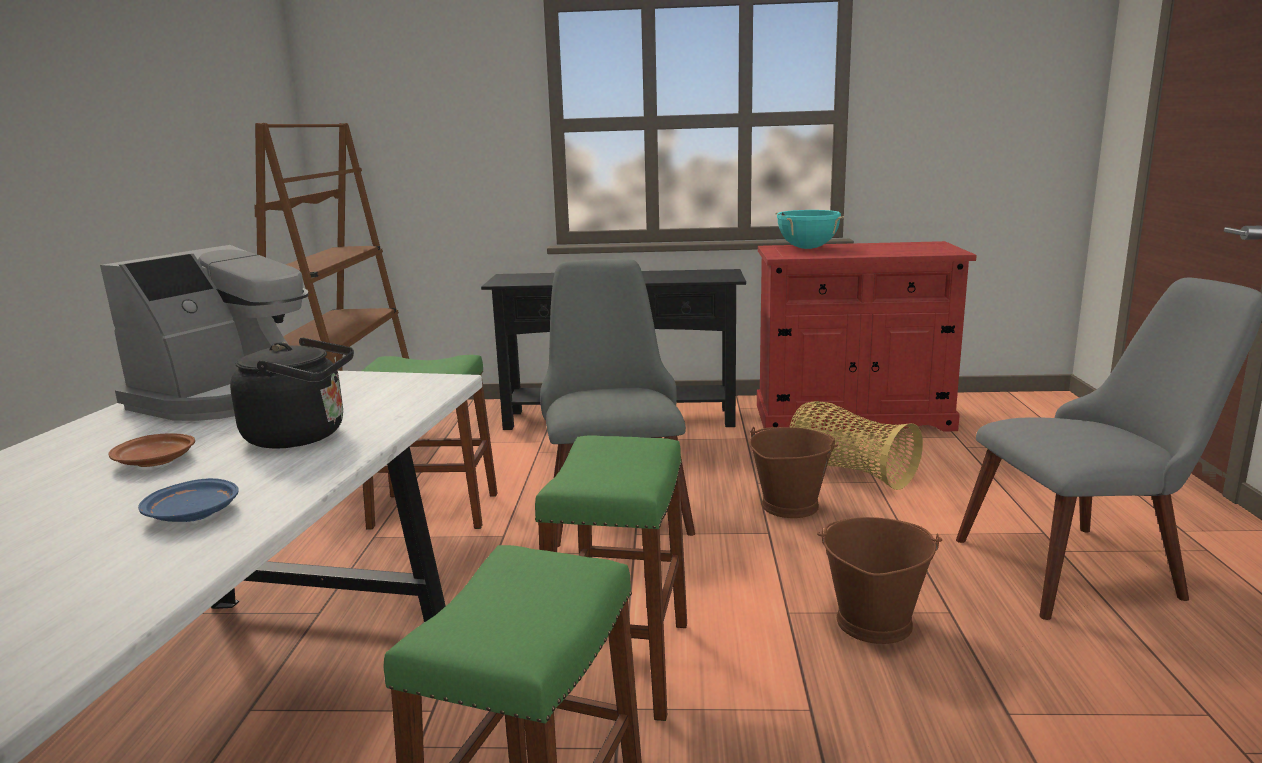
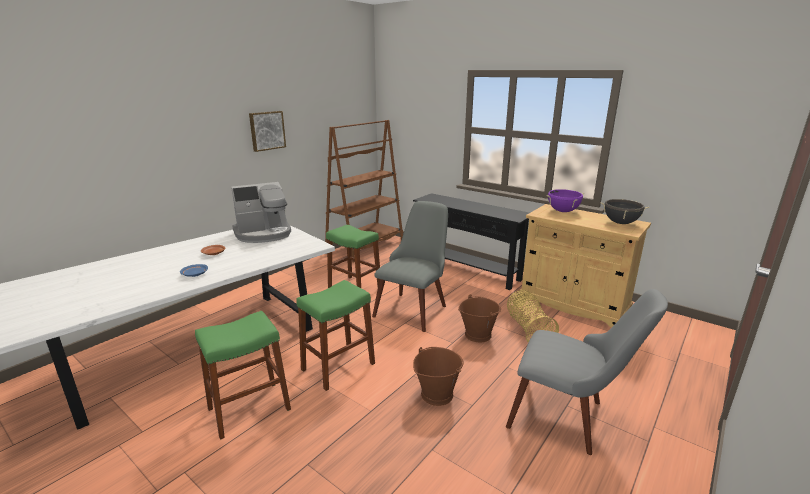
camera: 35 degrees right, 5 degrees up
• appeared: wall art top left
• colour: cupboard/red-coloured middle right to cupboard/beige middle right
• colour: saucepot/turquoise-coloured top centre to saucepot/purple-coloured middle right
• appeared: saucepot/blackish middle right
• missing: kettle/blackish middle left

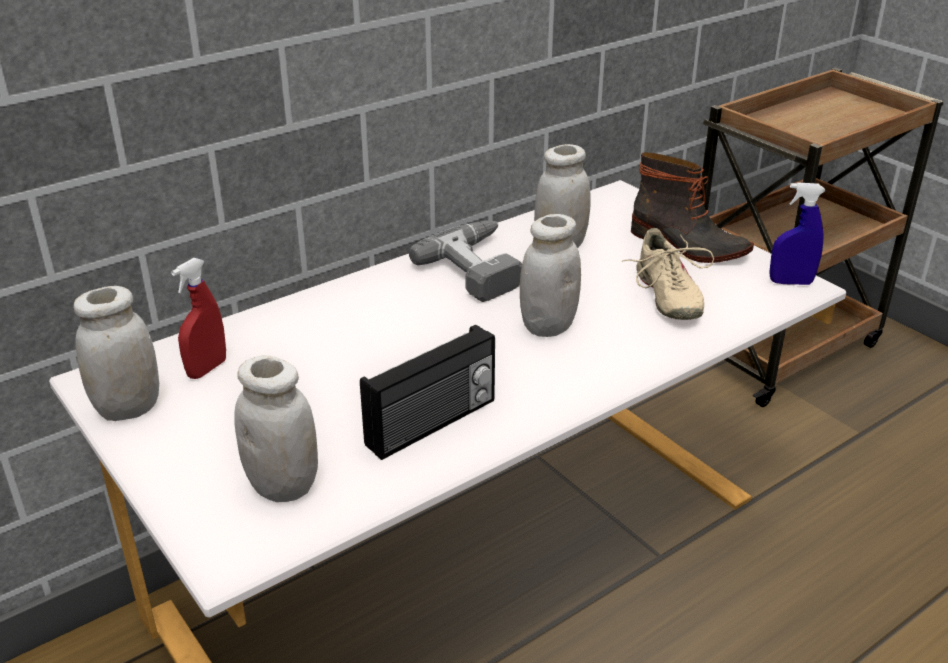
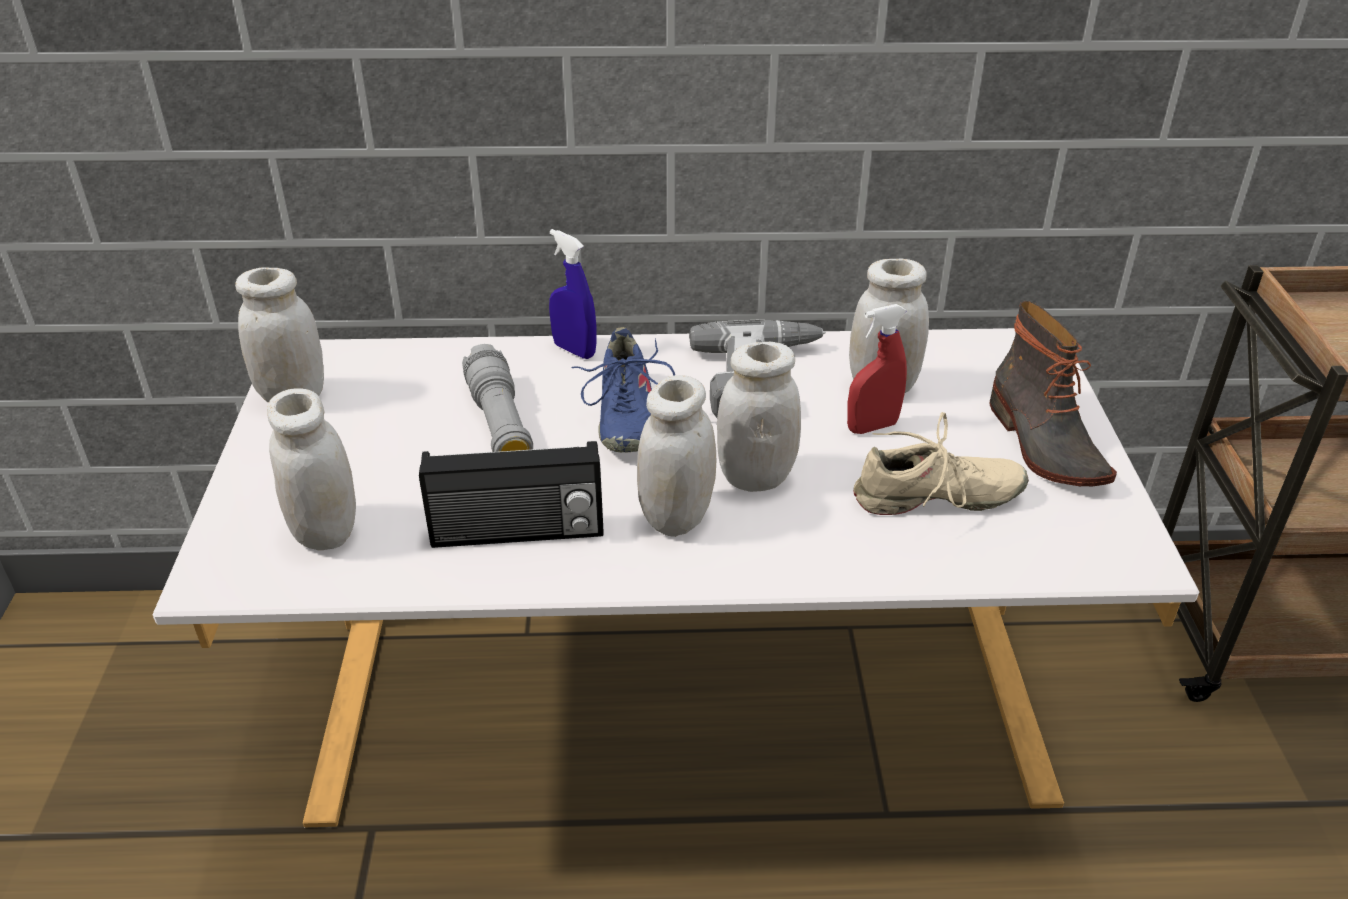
camera: 35 degrees right, 5 degrees up
• appeared: hand torch/greyish centre
• relocated: spray bottle/blue-coloured middle right to top centre
• appeared: shoe/blue-coloured centre
• appeared: jar/white (no. 3 from left) centre
• relocated: spray bottle/red-coloured middle left to centre
• spun: shoe/beige middle right = middle right 120 degrees counterclockwise

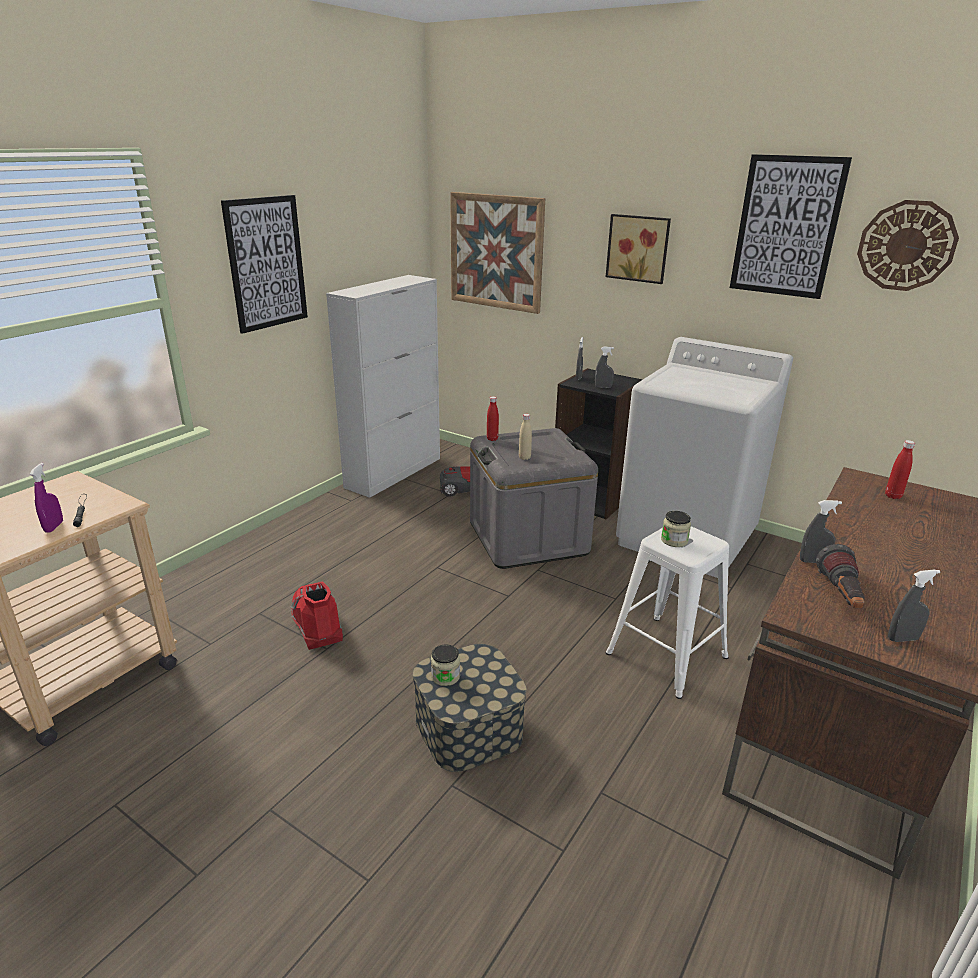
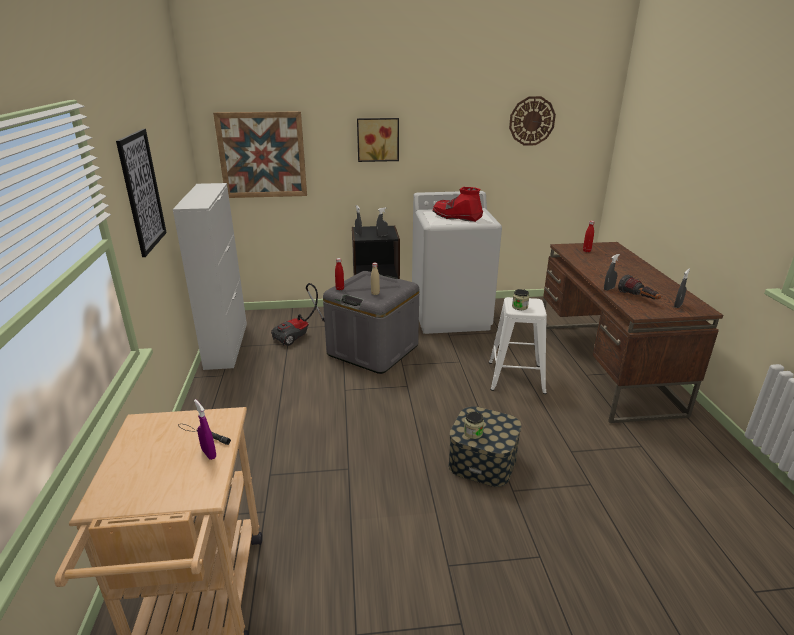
camera: 40 degrees left, 0 degrees up
• relocated: high-top boot/red-coloured middle left to top centre
• missing: wall art (no. 4 from left) top right

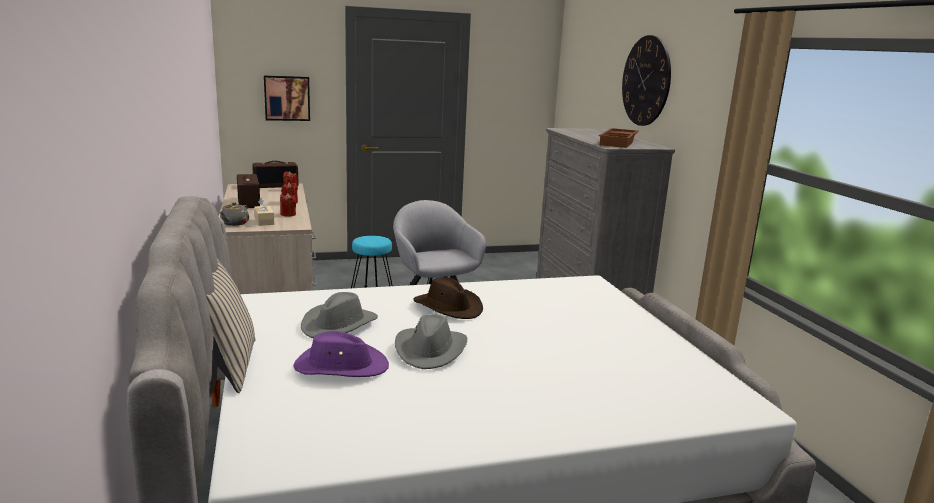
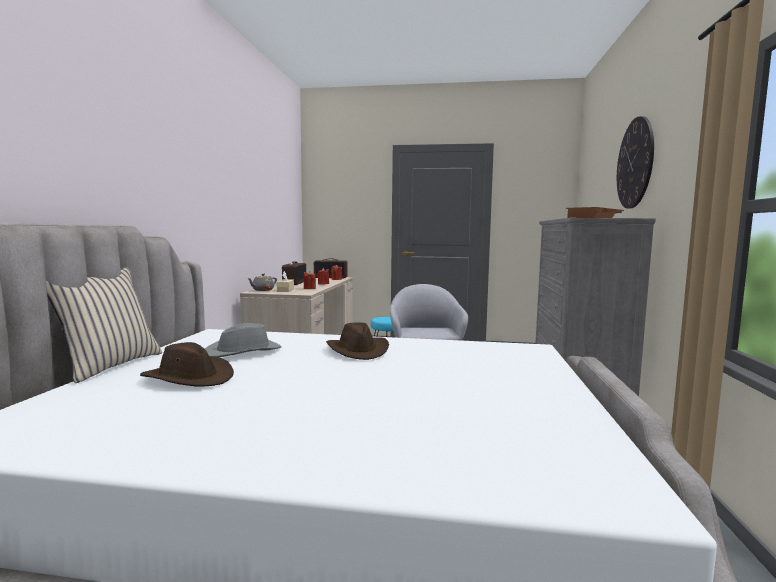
camera: 25 degrees right, 10 degrees down
• colour: wearable hat/purple-coloured bottom centre to wearable hat/brown-coloured (no. 1 from left) middle left
• missing: wall art top left
• missing: wearable hat/greyish (no. 2 from left) bottom centre

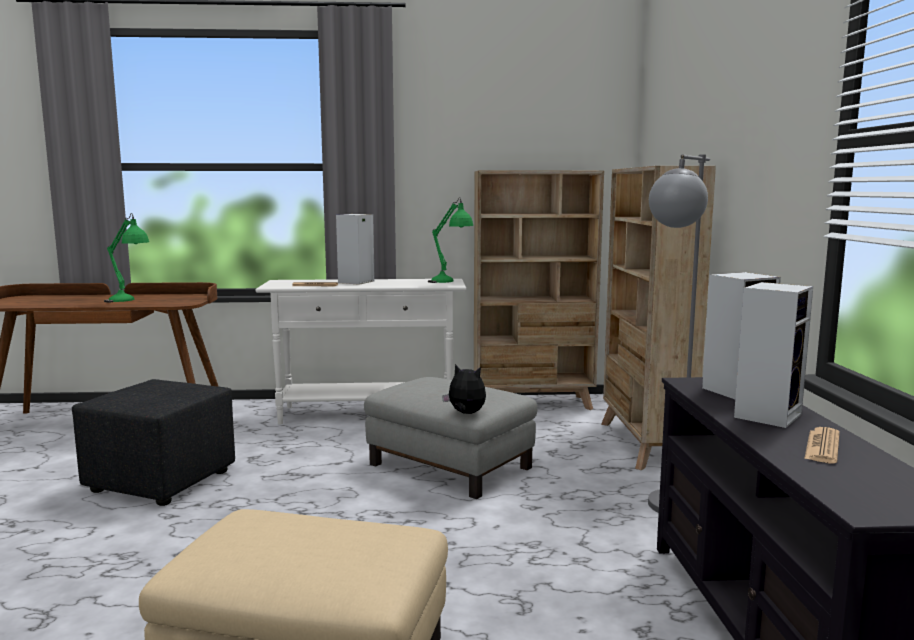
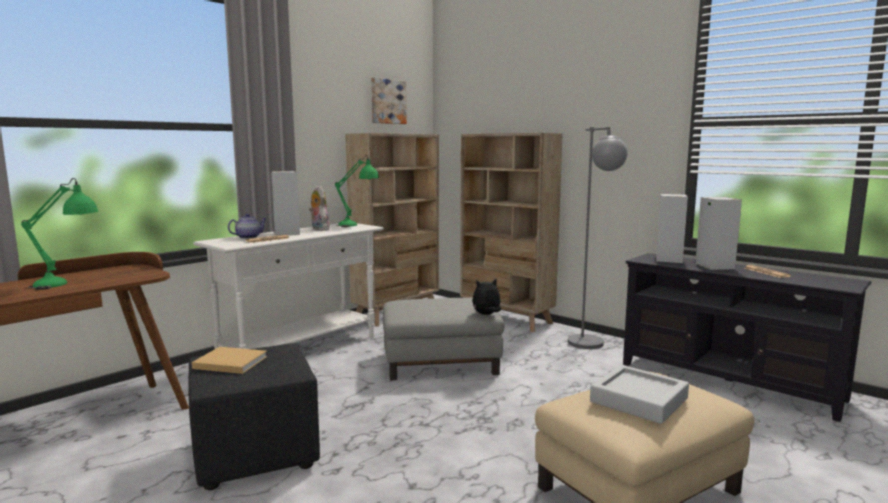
camera: 45 degrees left, 0 degrees up
• appeared: book/beige bottom left
• appeared: teapot middle left
• appeared: plush toy (no. 1 from left) centre
• appeared: wall art top centre
• appeared: serving tray/greyish bottom right

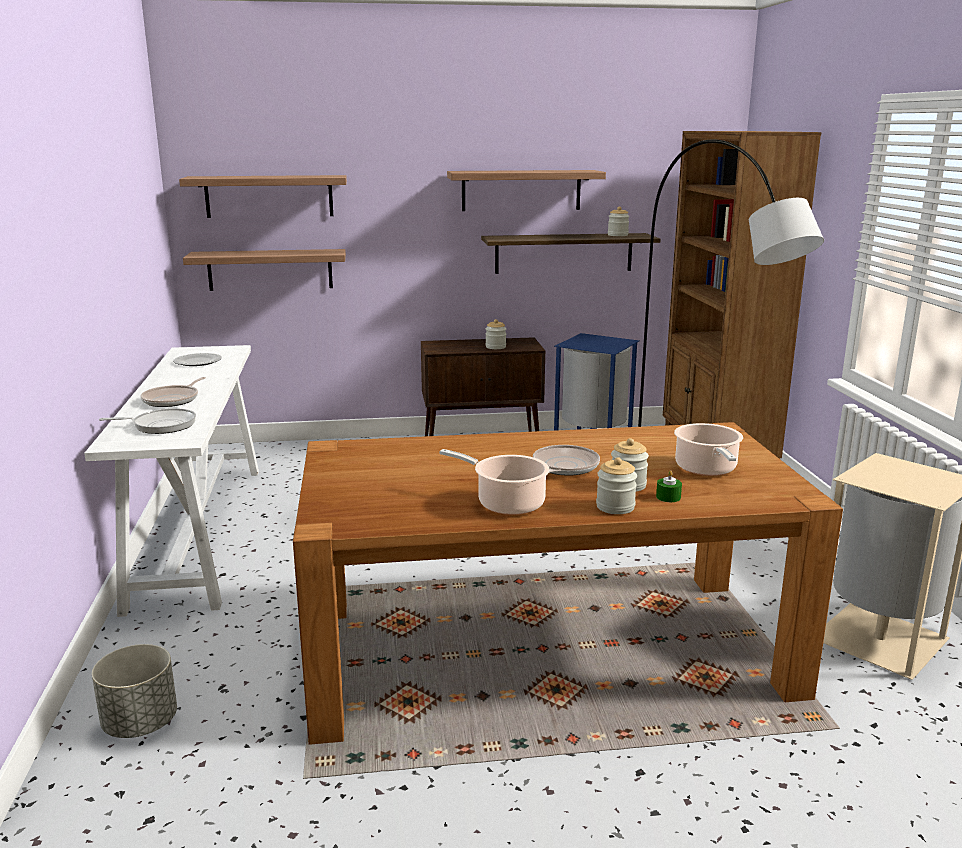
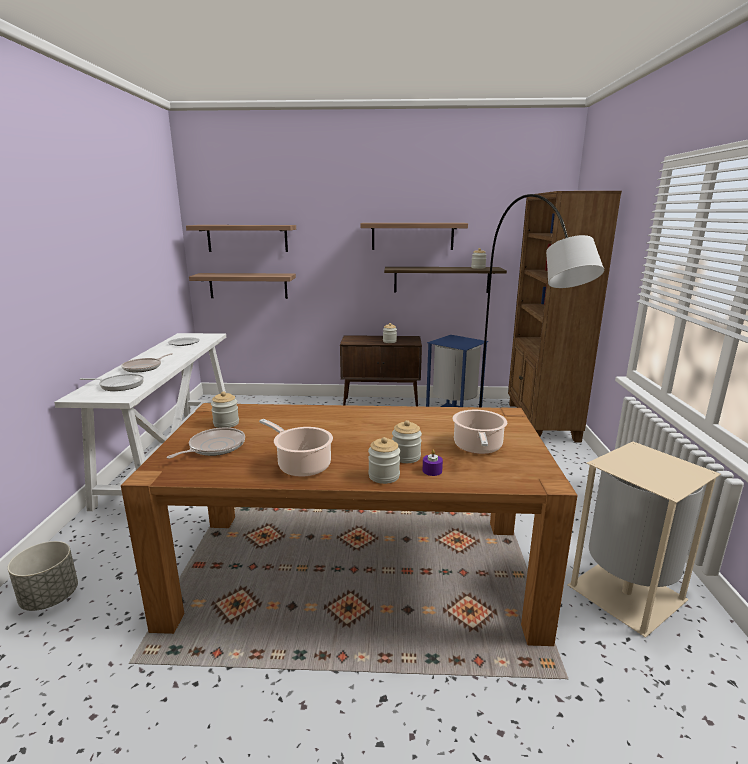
camera: 10 degrees right, 0 degrees up
• relocated: pan (no. 3 from left) centre to middle left
• appeared: jar (no. 1 from left) middle left
• colour: wax candle/green-coloured middle right to wax candle/purple-coloured centre

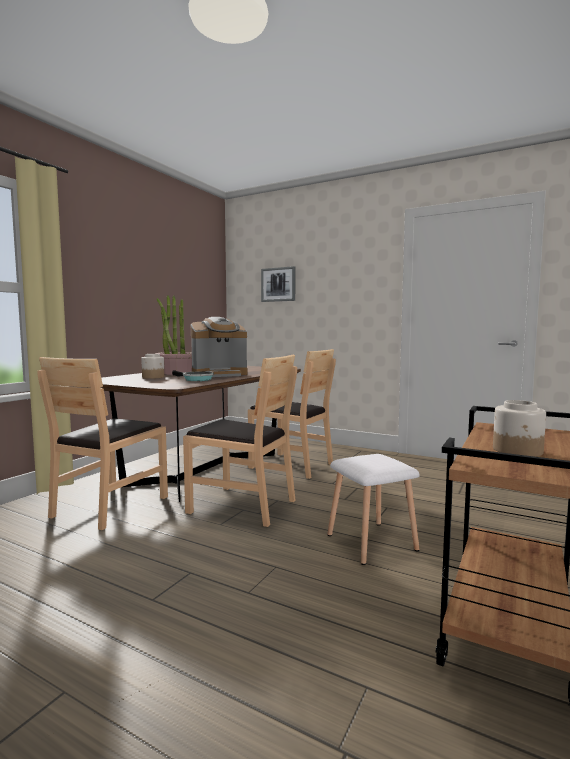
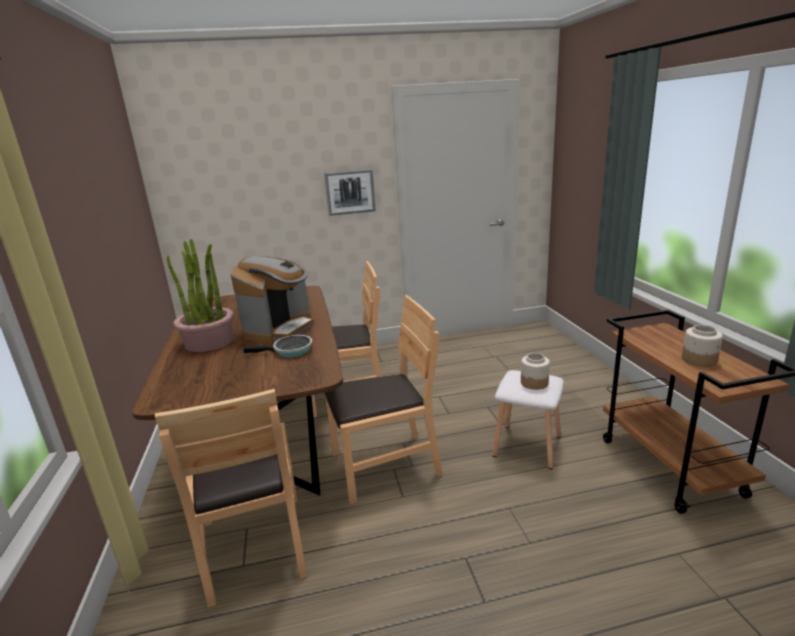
camera: 40 degrees left, 15 degrees up
• relocated: wall art centre to top centre
• relocated: jar (no. 1 from left) middle left to middle right

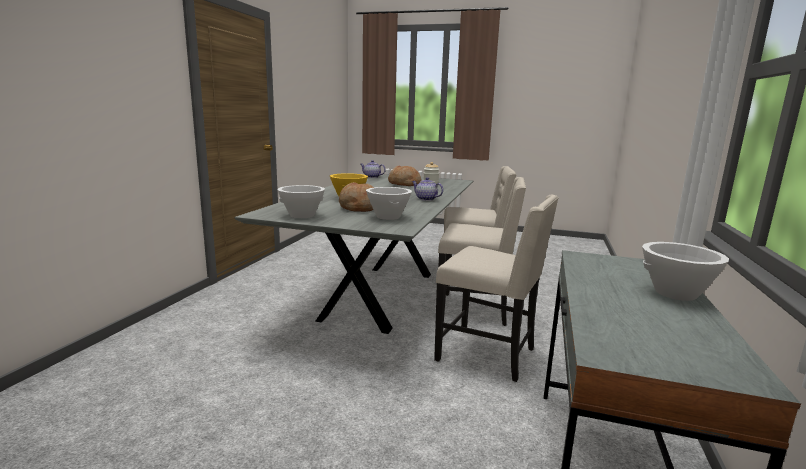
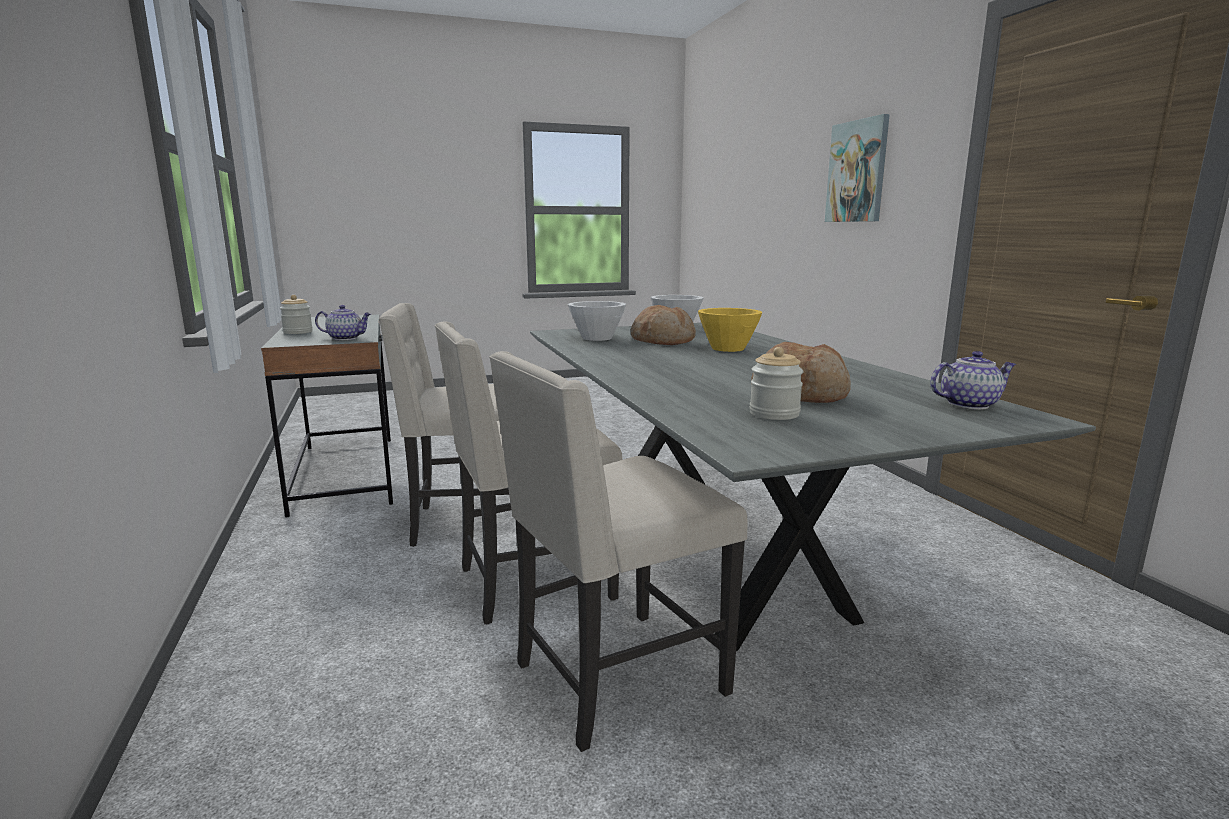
camera: 145 degrees right, 0 degrees up
• exchanged: deep dish/white (no. 3 from left) middle right to jar (no. 1 from left) middle left
• relocated: teapot (no. 2 from left in the first image) centre to teapot (no. 1 from left) middle left
• appeared: wall art top right

